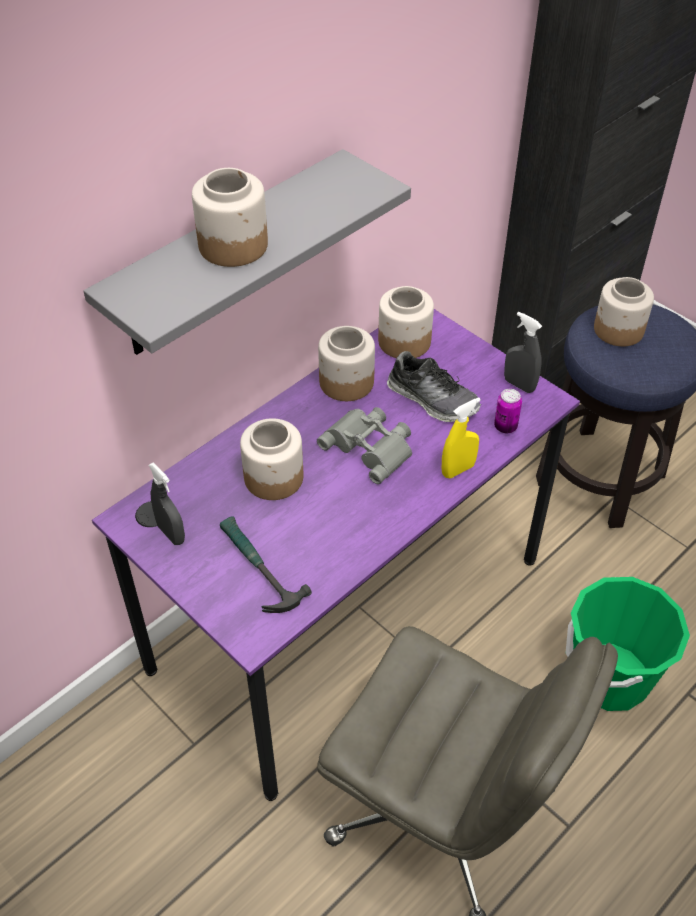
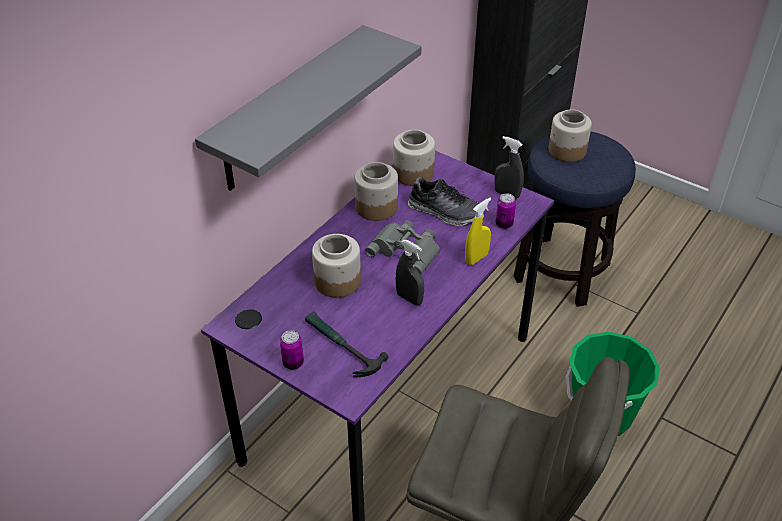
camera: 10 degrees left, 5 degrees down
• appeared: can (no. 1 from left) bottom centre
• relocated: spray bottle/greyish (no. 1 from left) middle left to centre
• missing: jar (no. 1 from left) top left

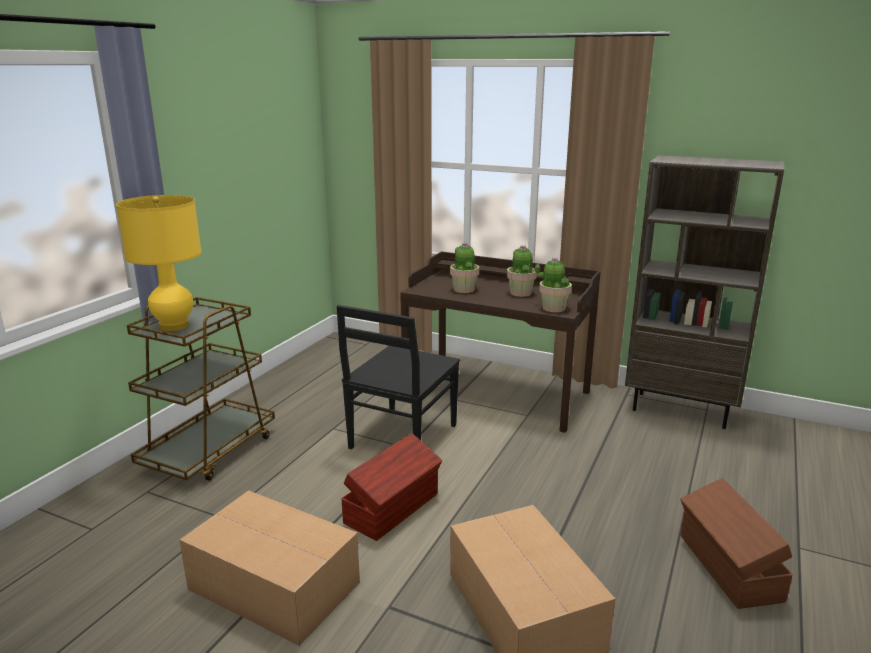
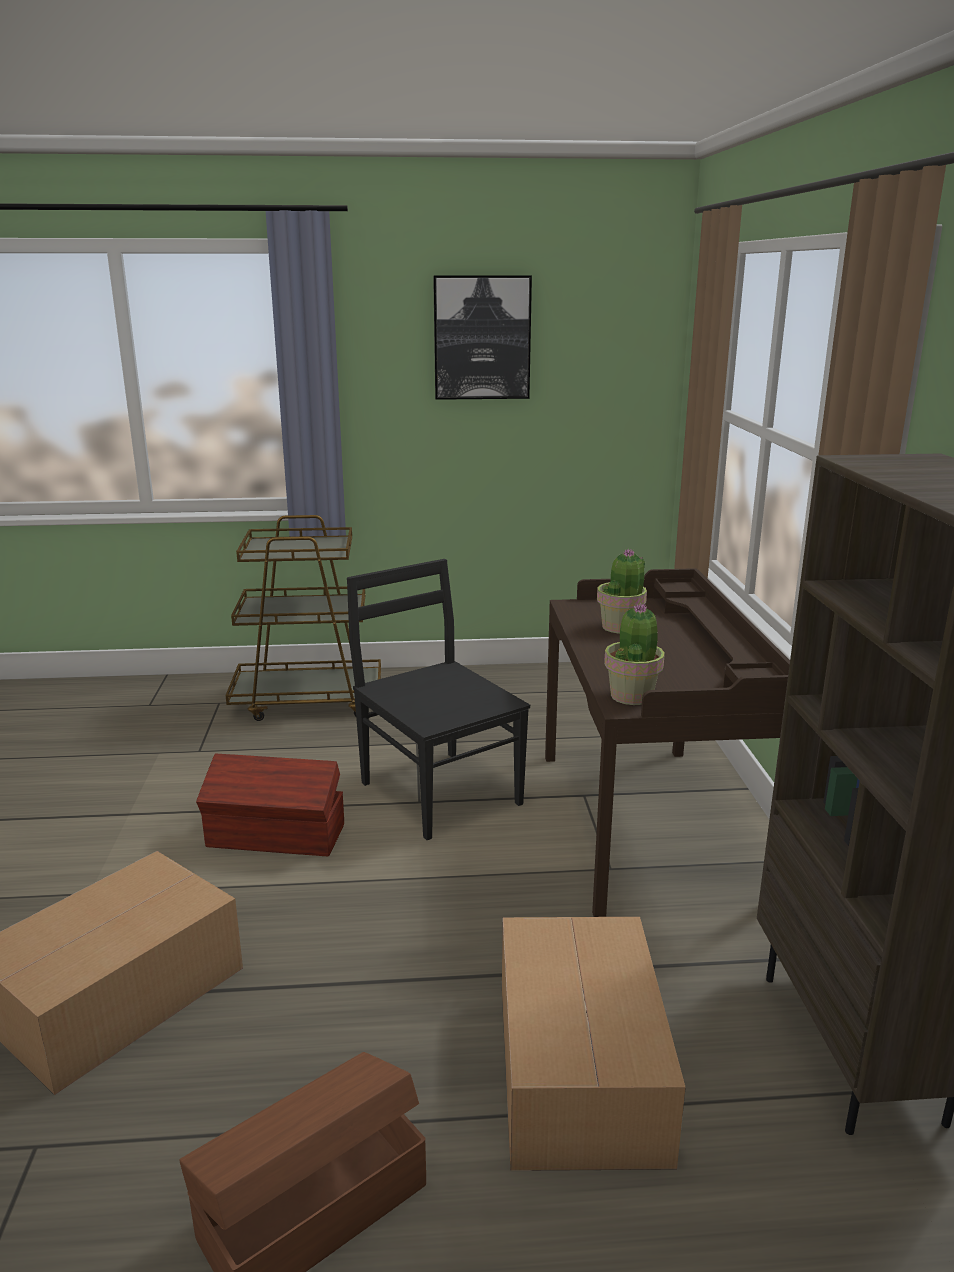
camera: 60 degrees right, 0 degrees up
• spun: chair/blackish centre = centre 60 degrees clockwise
• appeared: wall art top centre
• relocated: carton (no. 1 from left in the first image) bottom left to carton (no. 2 from left) bottom centre
• missing: lamp for a table/yellow middle left
• missing: houseplant (no. 2 from left) centre

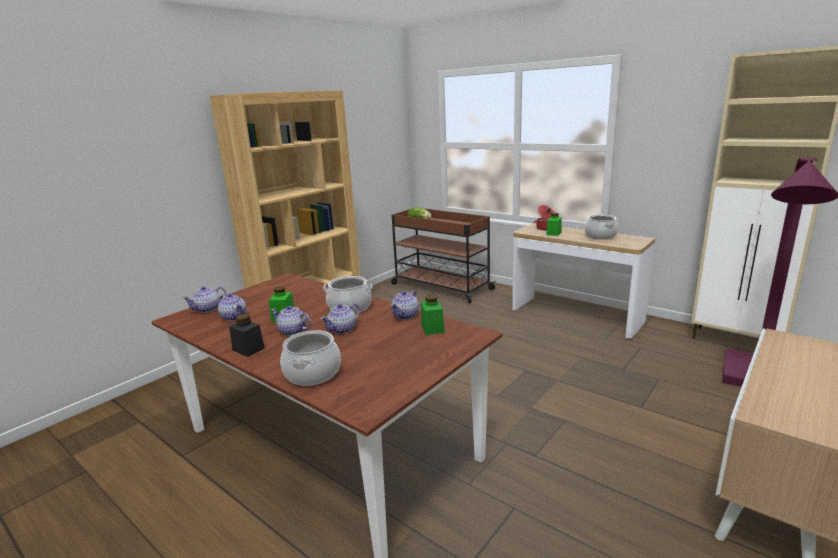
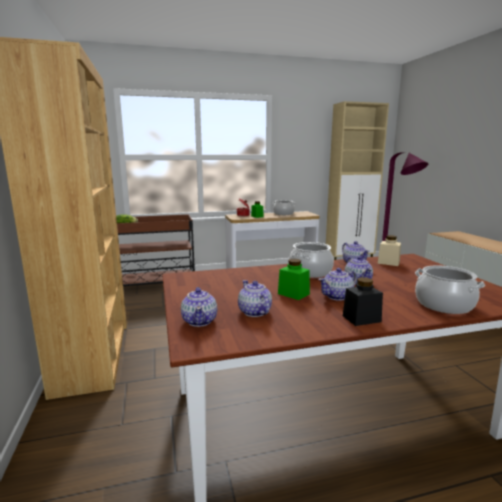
camera: 55 degrees left, 5 degrees down
• spun: teapot (no. 2 from left) middle left = centre 105 degrees counterclockwise
• colour: jar/green-coloured (no. 2 from left) centre to jar/beige middle right

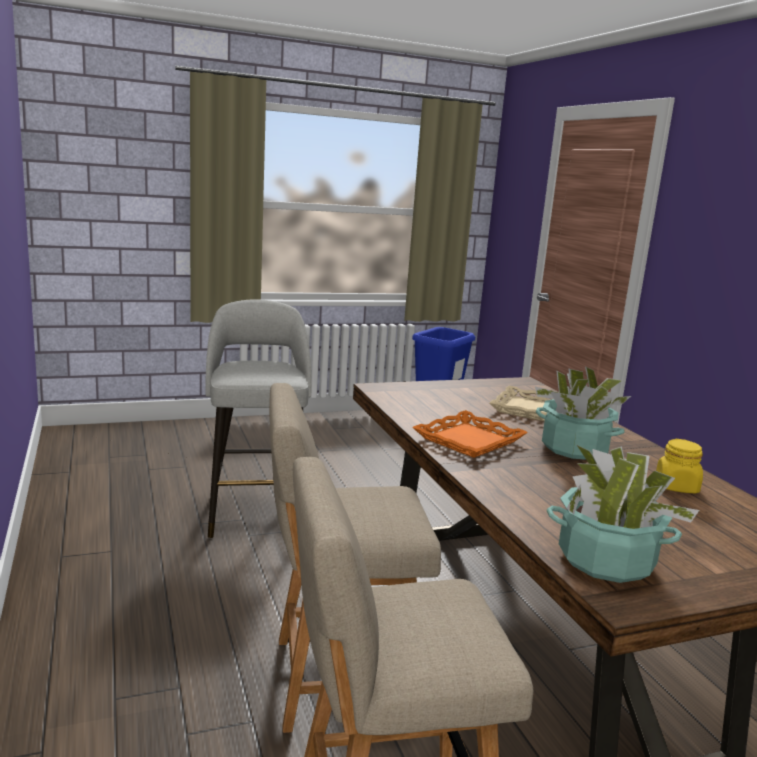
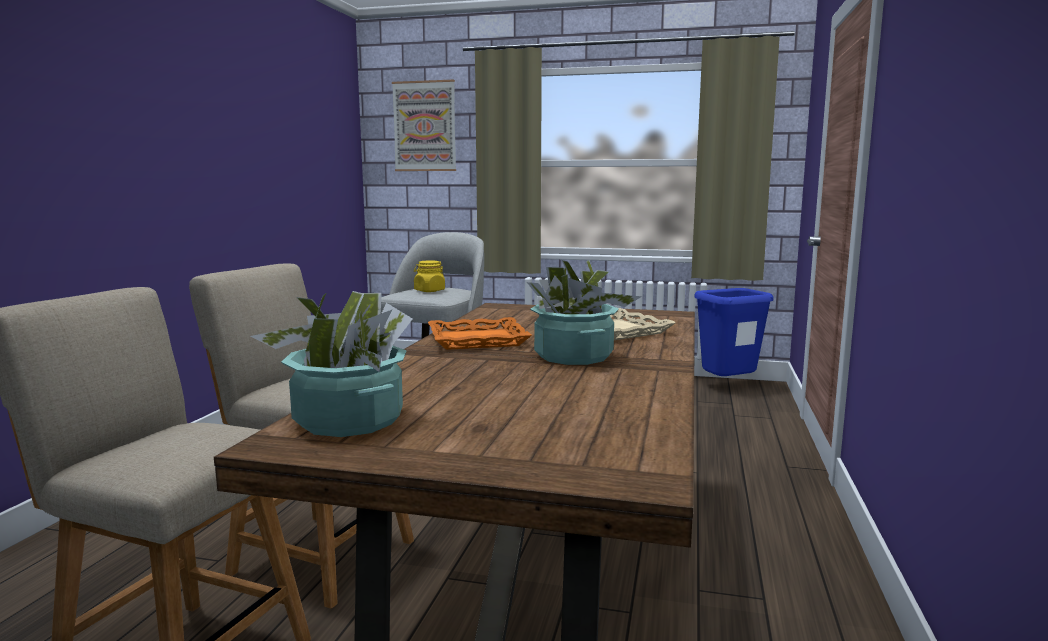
camera: 35 degrees right, 5 degrees down
• appeared: wall art top centre
• relocated: jar/yellow middle right to centre

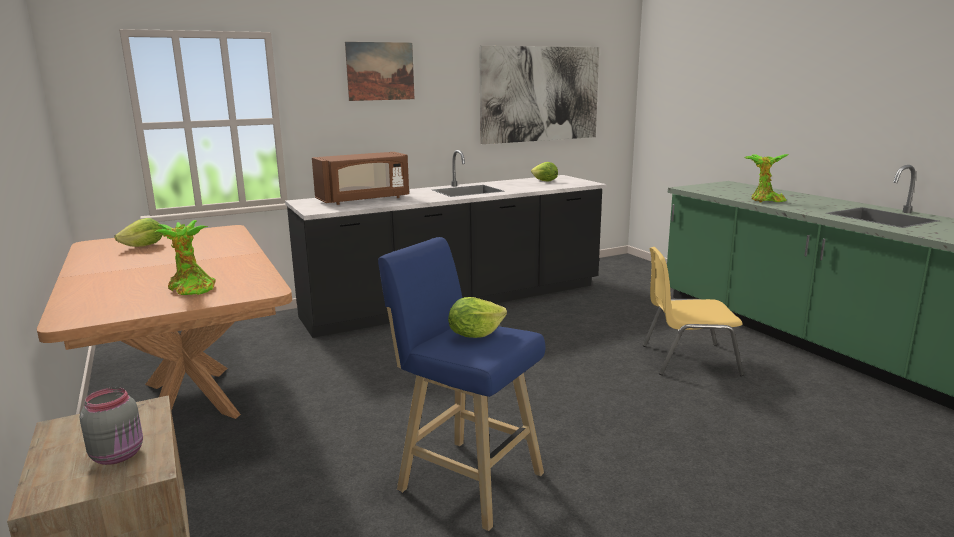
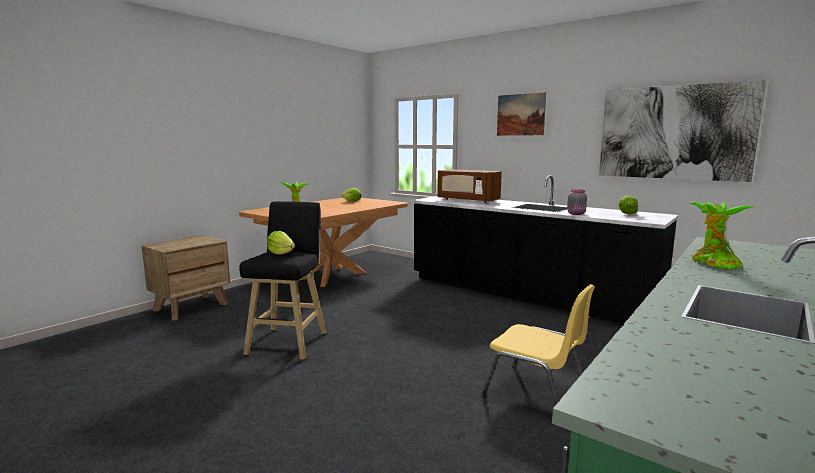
camera: 65 degrees right, 5 degrees down
• colour: stool/blue-coloured bottom centre to stool/blackish centre
• spun: chair/yellow middle right = bottom centre 150 degrees clockwise
• relocated: jar/greyish bottom left to middle right

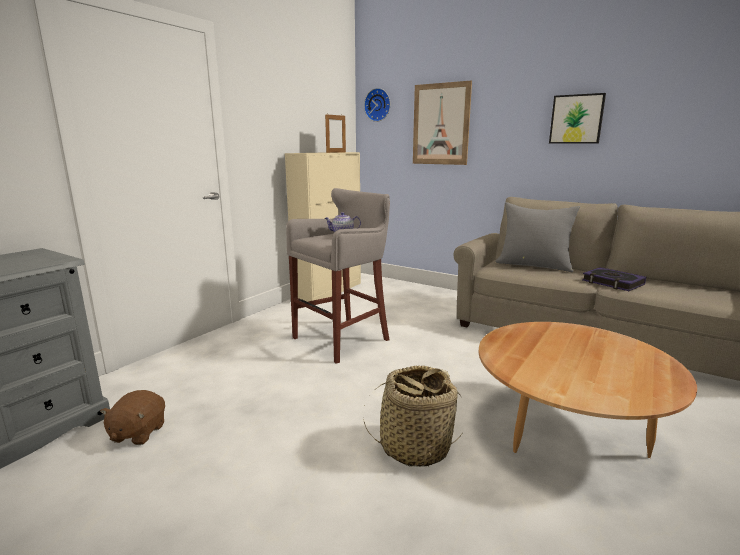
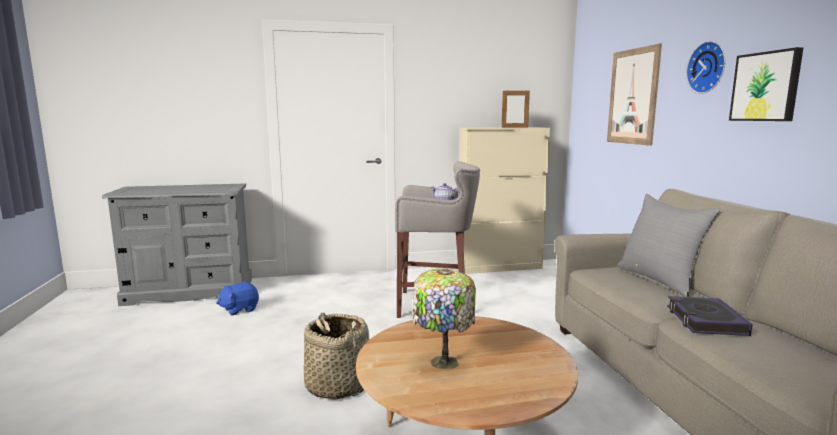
camera: 45 degrees right, 5 degrees down
• colour: plush toy/brown-coloured bottom left to plush toy/blue-coloured bottom left
• appeared: lamp for a table bottom centre
• relocated: wall clock top centre to top right

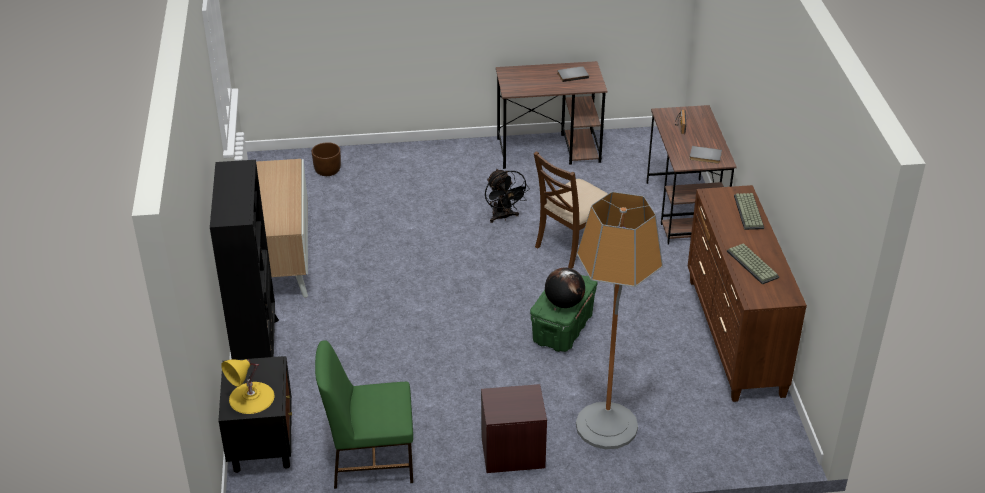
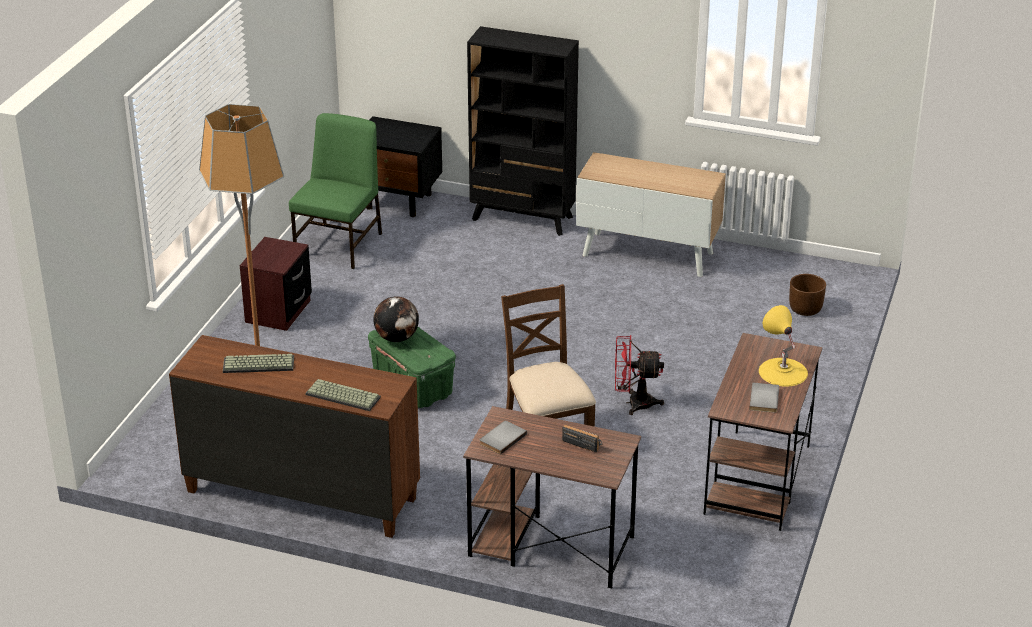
camera: 115 degrees right, 5 degrees down
• colour: electric fan/blackish centre to electric fan/red-coloured centre
• relocated: lamp for a table/yellow bottom left to middle right

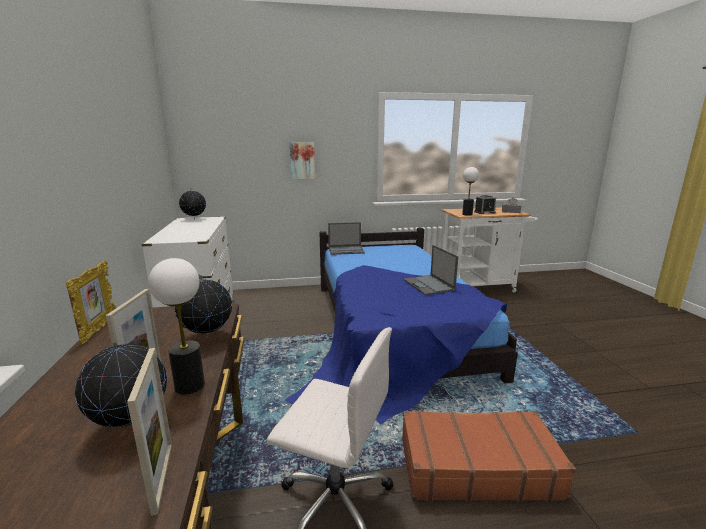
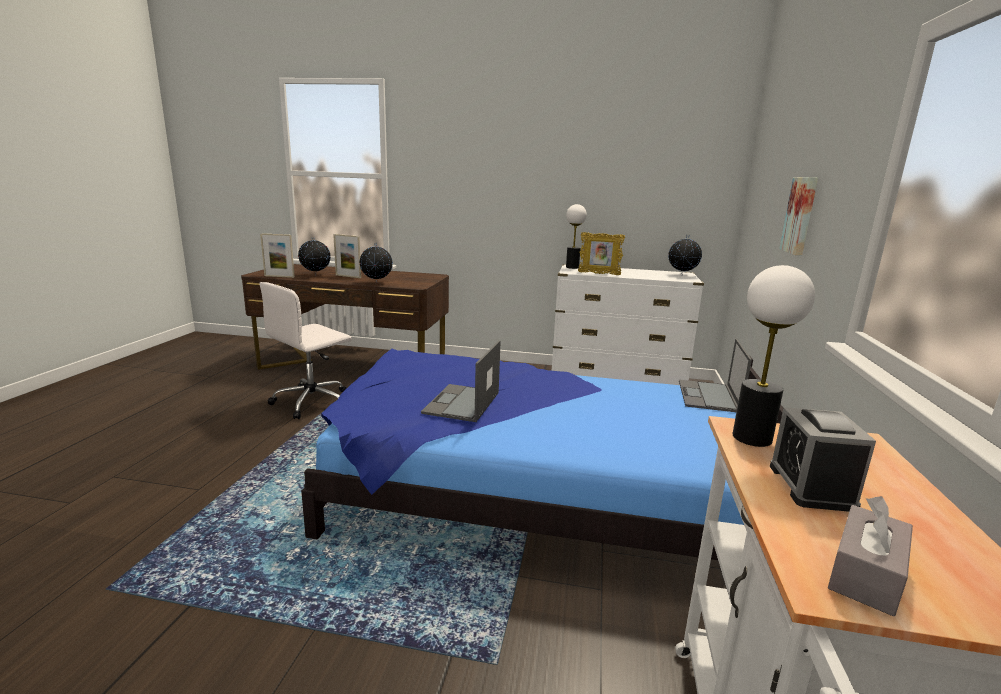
camera: 110 degrees right, 0 degrees up
• spun: laptop (no. 2 from left in the first image) centre = centre 75 degrees counterclockwise
• relocated: lamp for a table (no. 1 from left) middle left to centre
• relocated: standing frame (no. 1 from left in the first image) middle left to standing frame (no. 3 from left) centre
• missing: travel case/brown-coloured bottom right

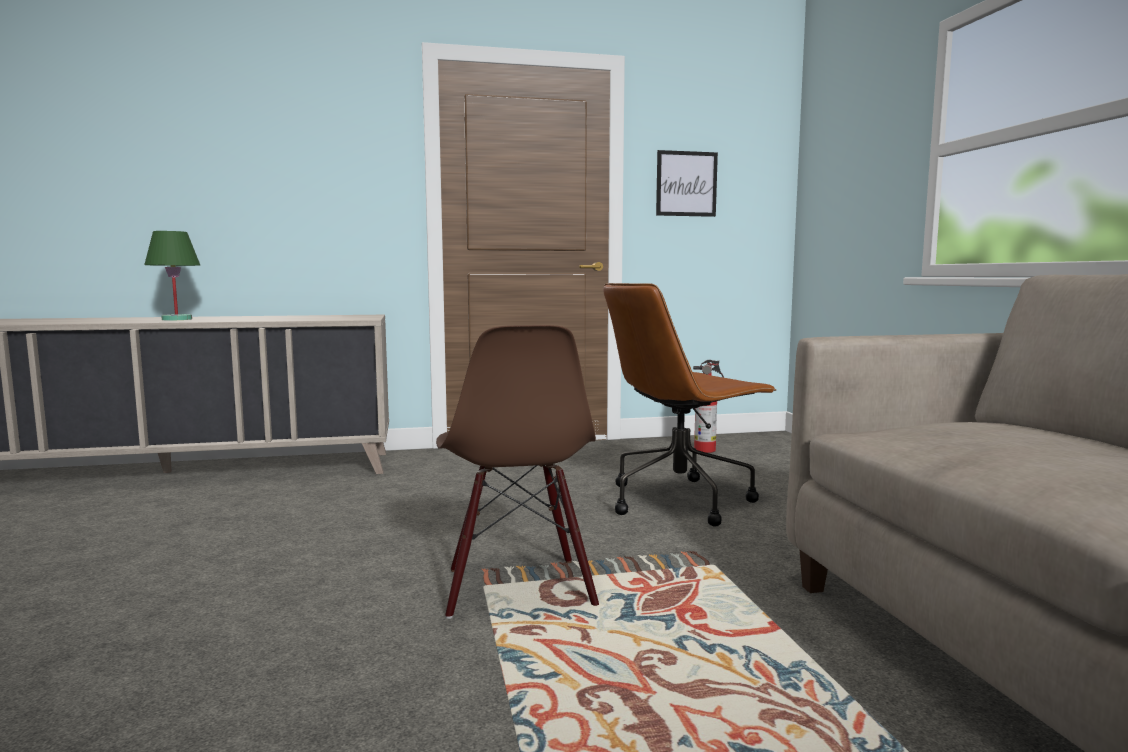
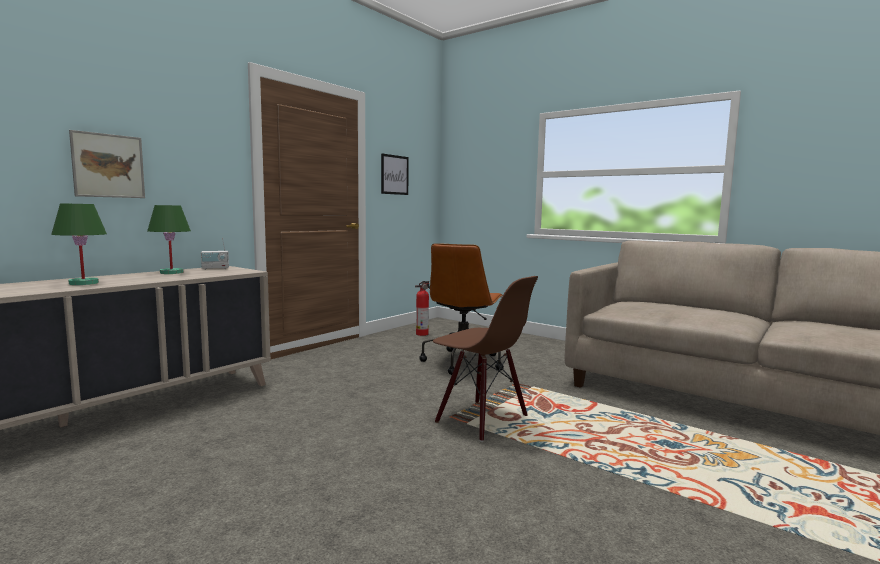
camera: 40 degrees left, 0 degrees up
• appeared: wall art (no. 1 from left) top left
• appeared: lamp for a table/green-coloured (no. 2 from left) middle left
• appeared: radio receiver middle left

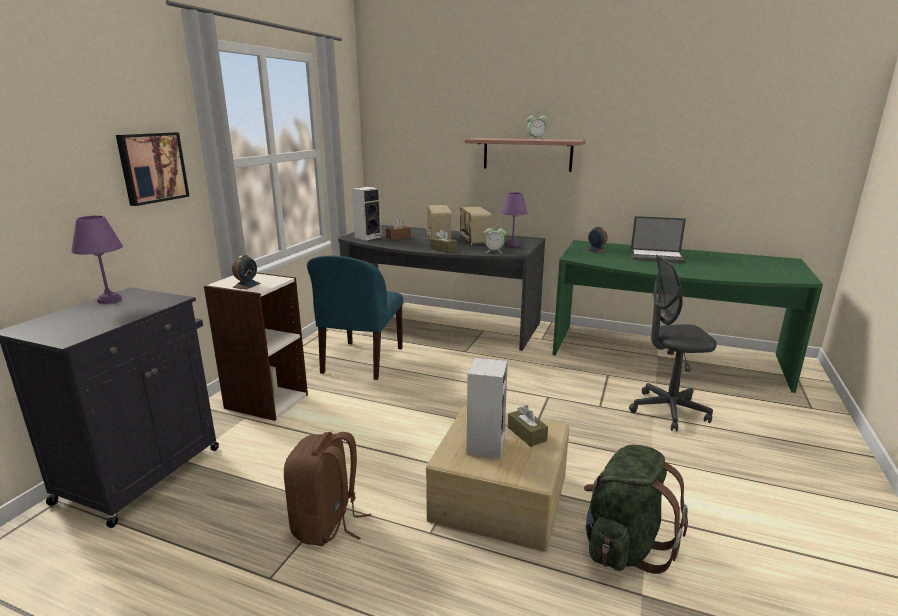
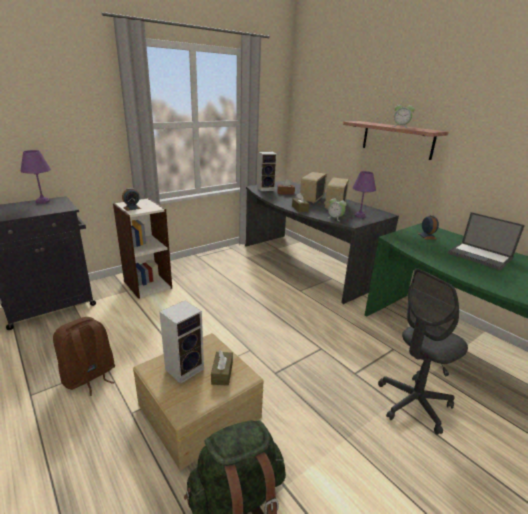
camera: 30 degrees right, 5 degrees up
• spun: computer chair/greyish middle right = bottom right 60 degrees counterclockwise
• missing: wall art top left
• missing: chair/blue-coloured centre

